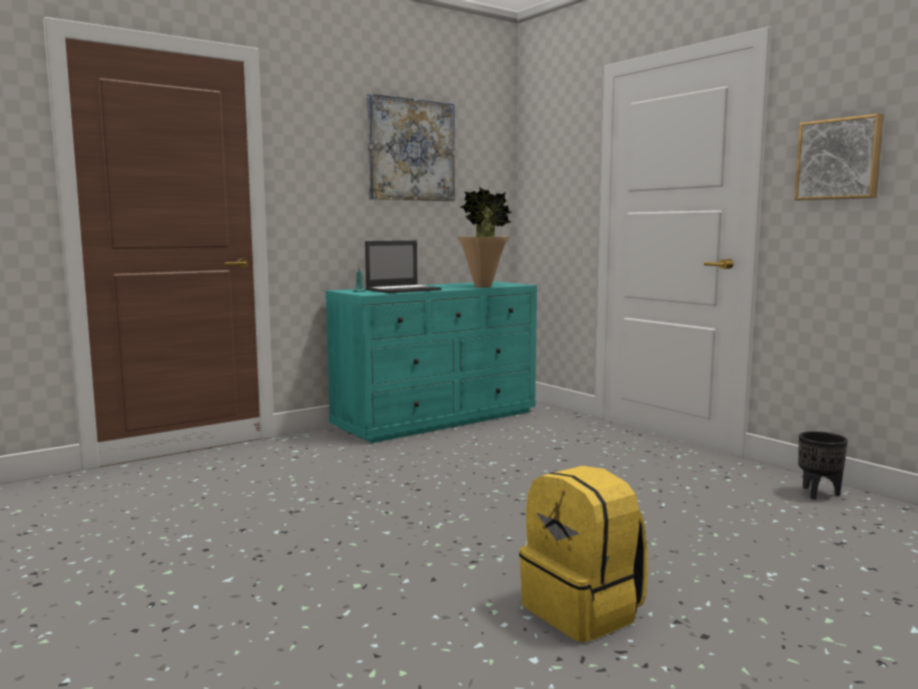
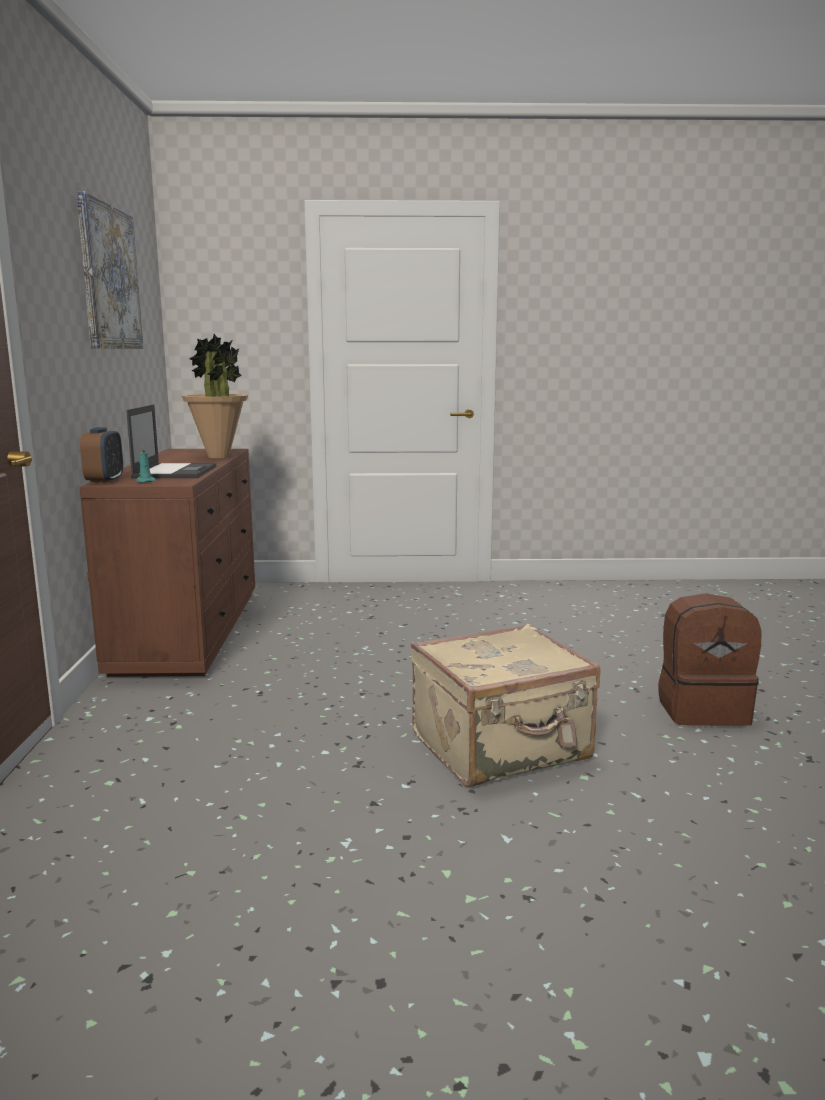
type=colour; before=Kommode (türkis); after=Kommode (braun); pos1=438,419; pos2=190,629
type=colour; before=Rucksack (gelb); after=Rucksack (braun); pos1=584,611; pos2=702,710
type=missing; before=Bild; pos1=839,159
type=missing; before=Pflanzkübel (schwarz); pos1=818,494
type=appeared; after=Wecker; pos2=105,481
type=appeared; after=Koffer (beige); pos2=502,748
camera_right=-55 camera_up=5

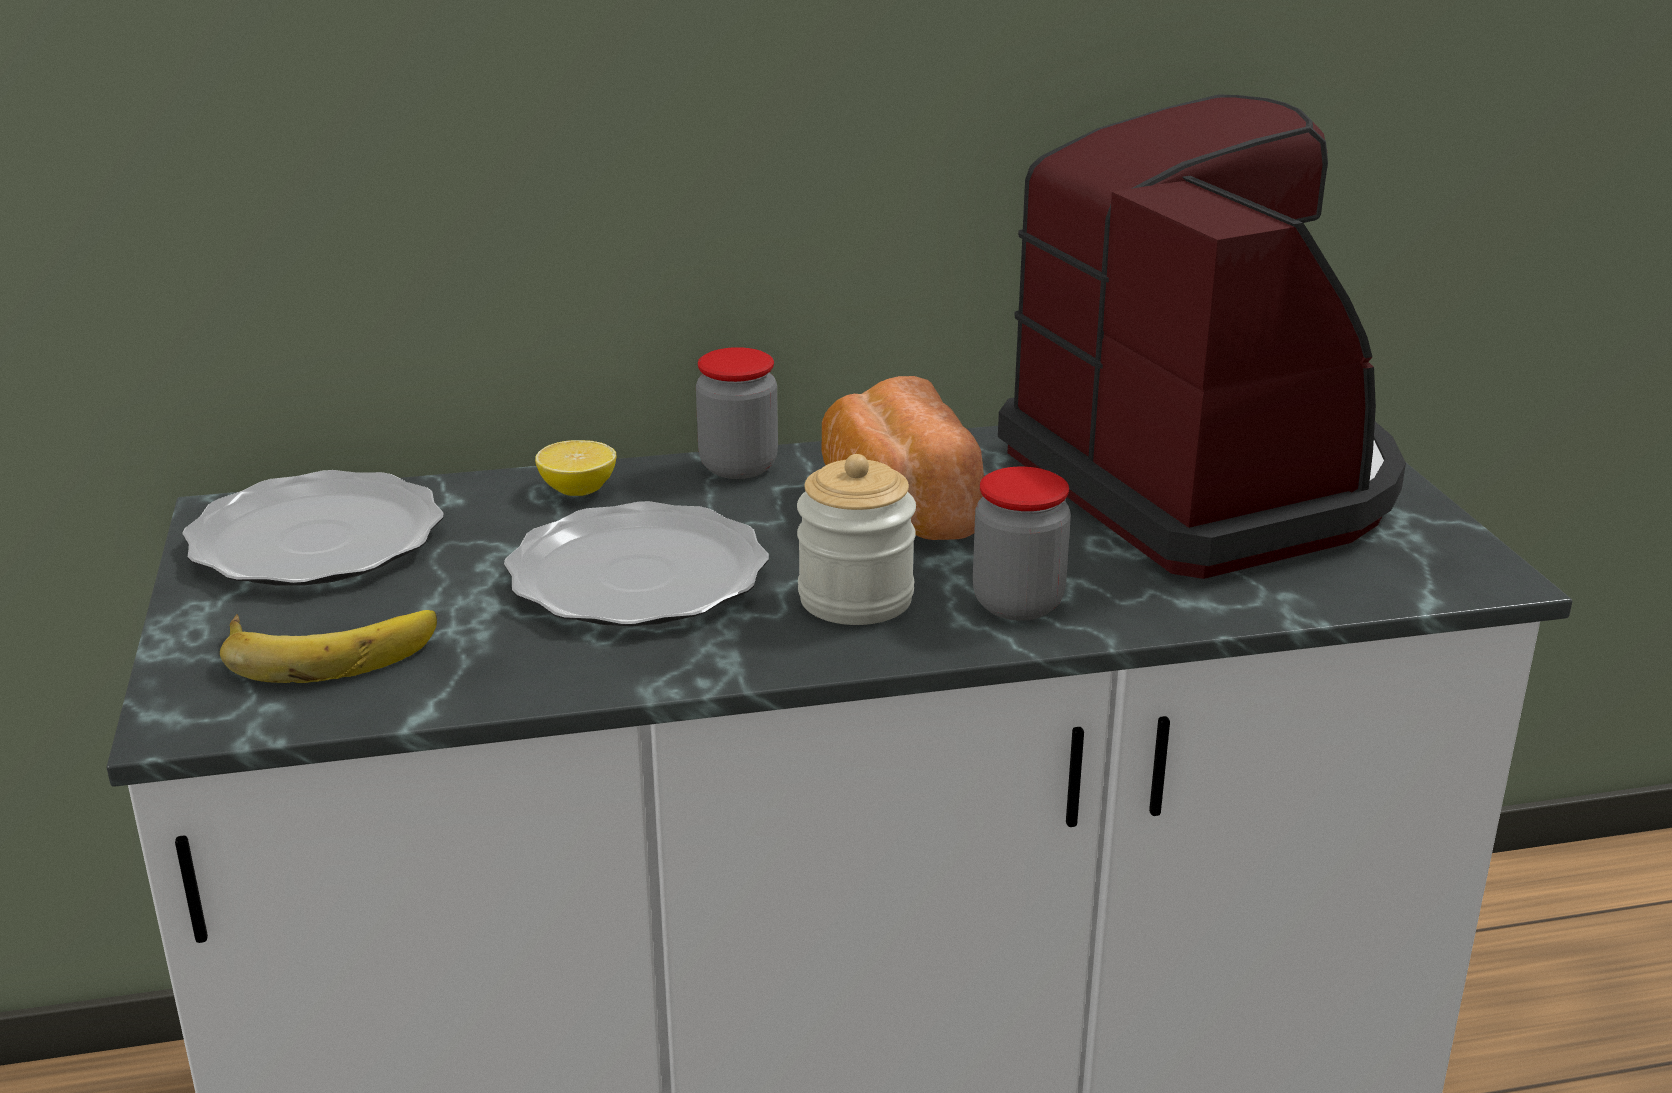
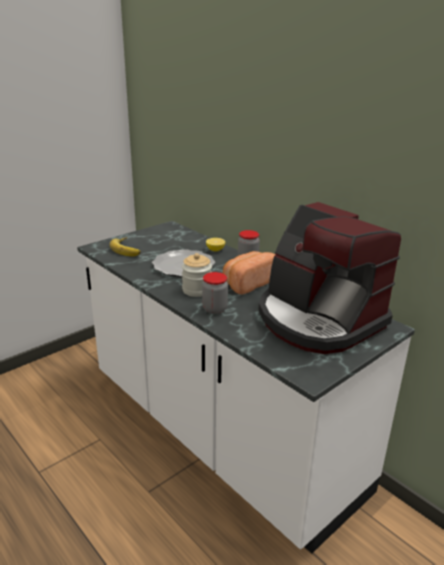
type=missing; before=Teller; pos1=318,539
type=spun; before=Kaffeemaschine; pos1=1204,482; pos2=318,320; turn=105
camera_right=60 camera_up=0

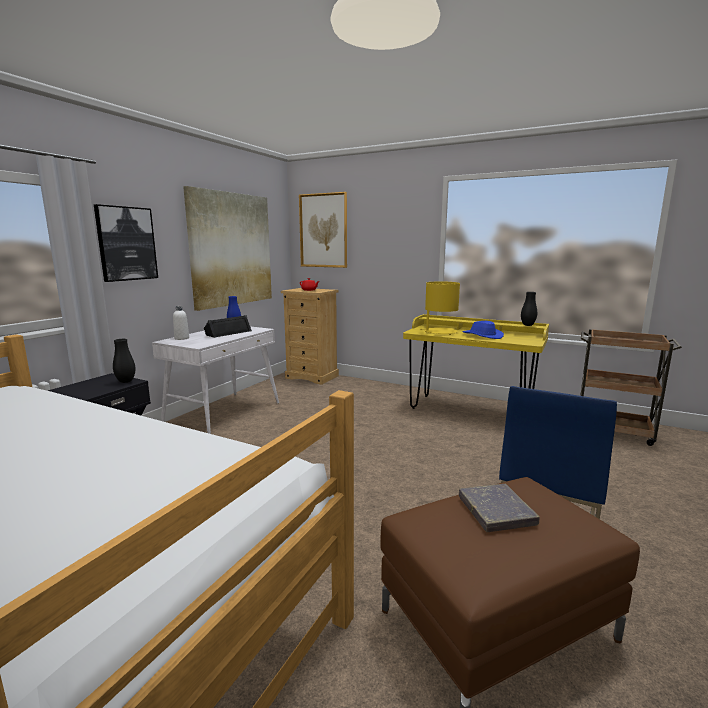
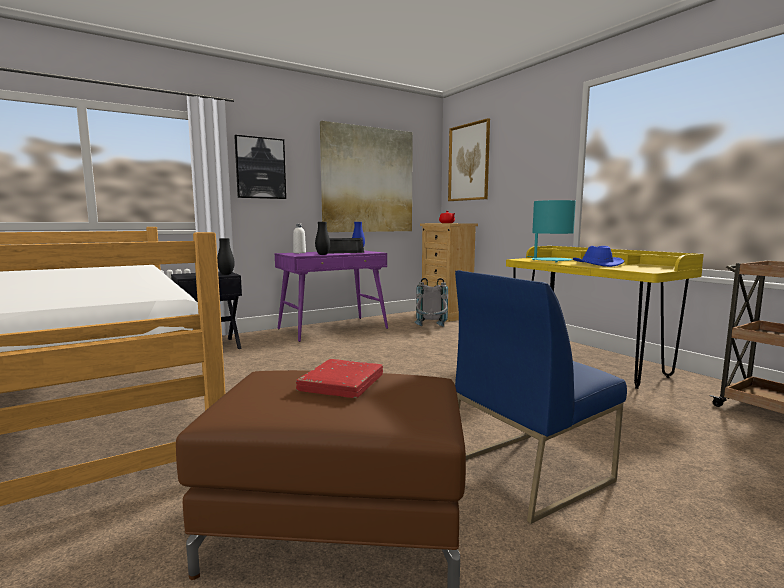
type=colour; before=Schreibtisch (weiß); after=Schreibtisch (lila); pos1=224,413; pos2=333,329
type=colour; before=Tischlampe (gelb); after=Tischlampe (türkis); pos1=440,332; pos2=550,260
type=colour; before=Buch (grau); after=Buch (rot); pos1=496,511; pos2=342,383
type=relocated; before=Vase (schwarz); pos1=527,325; pos2=323,254
type=appeared; after=Rucksack (grau); pos2=431,328
camera_right=30 camera_up=-5

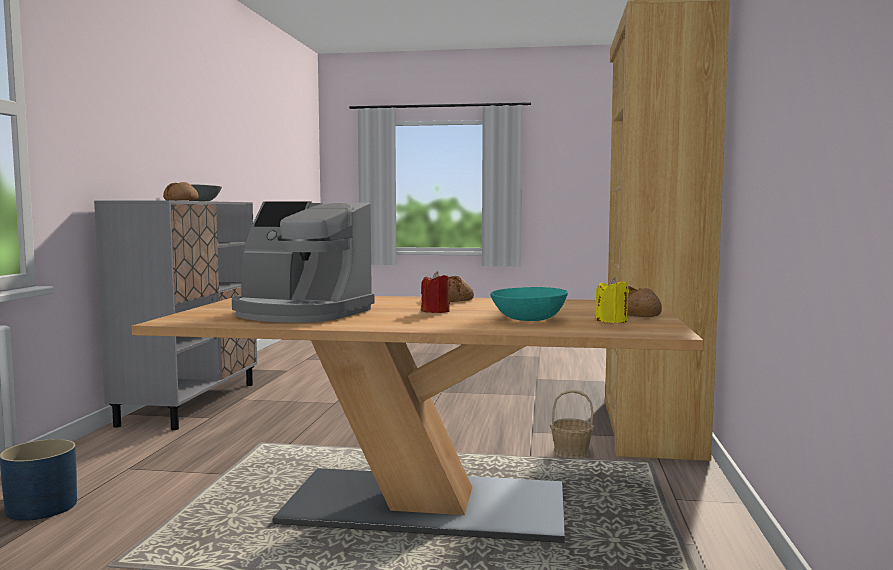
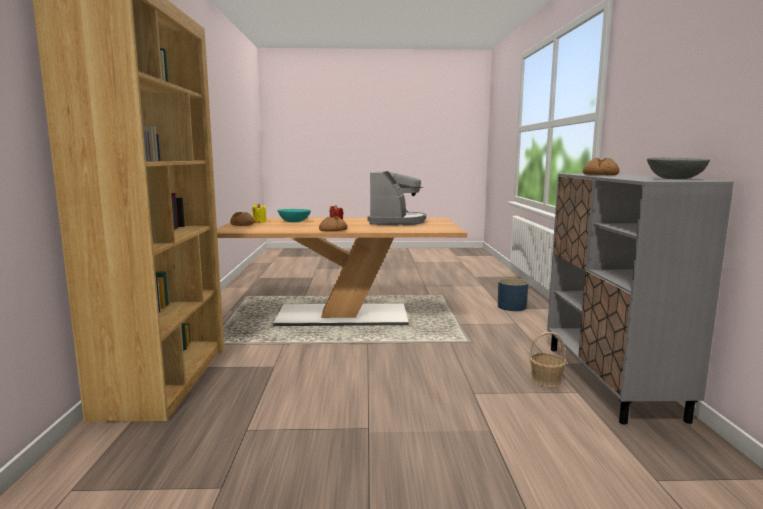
type=spun; before=Kaffeemaschine; pos1=300,313; pos2=396,222; turn=90
type=relocated; before=Korb; pos1=571,452; pos2=546,381
camera_right=170 camera_up=5

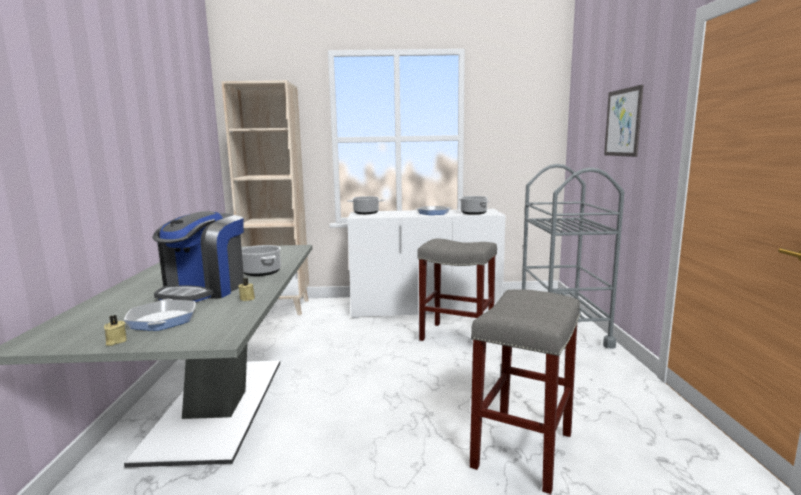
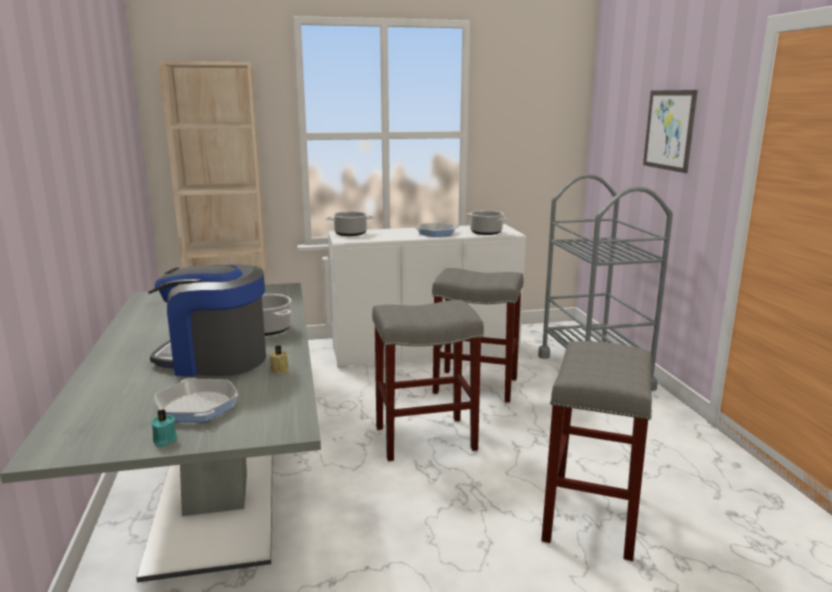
type=colour; before=Kerze (beige); after=Kerze (türkis); pos1=115,341; pos2=164,440
type=spun; before=Kaffeemaschine; pos1=204,290; pos2=214,359; turn=90
type=appeared; after=Hocker (grau); pos2=426,438
camera_right=-10 camera_up=5

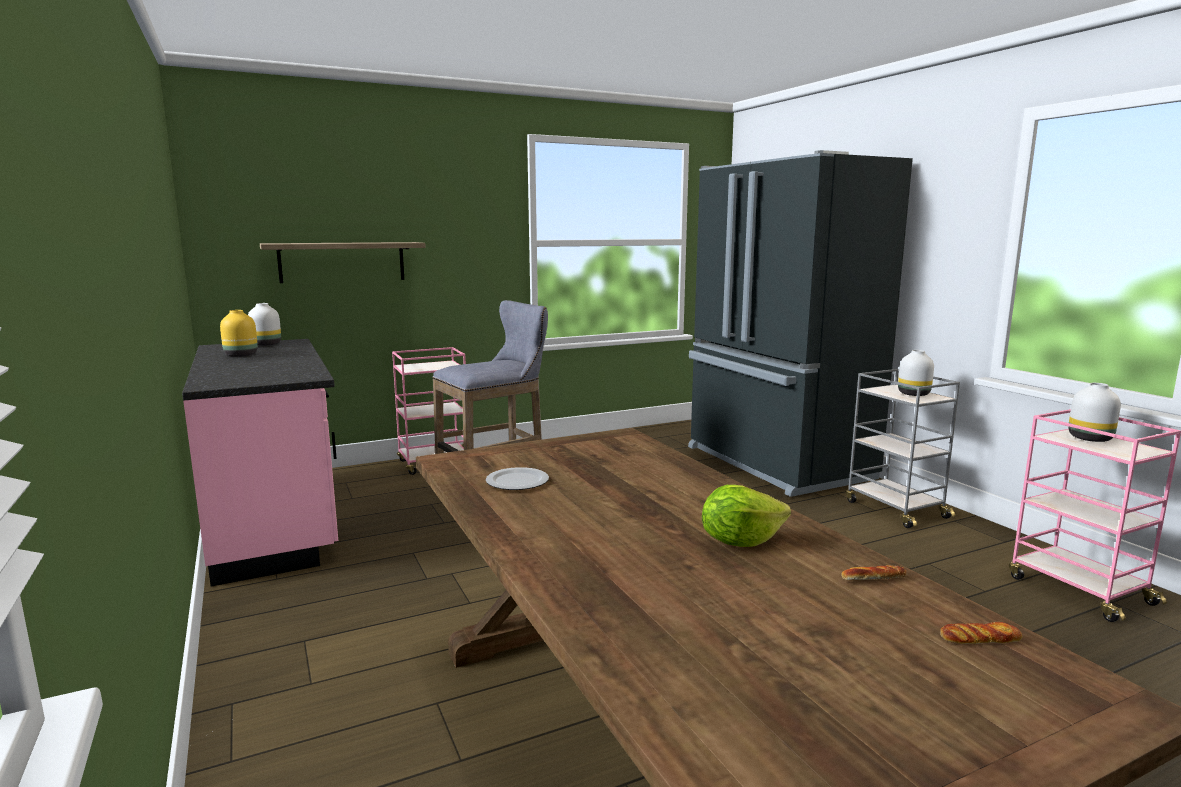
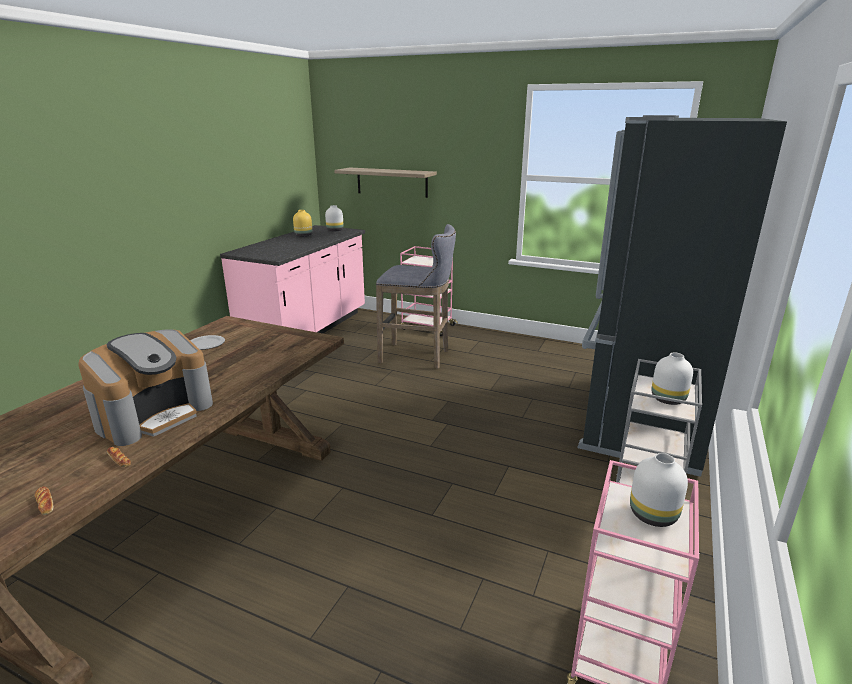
type=exchanged; before=Salatkopf; after=Kaffeemaschine; pos1=740,541; pos2=154,414
camera_right=50 camera_up=10

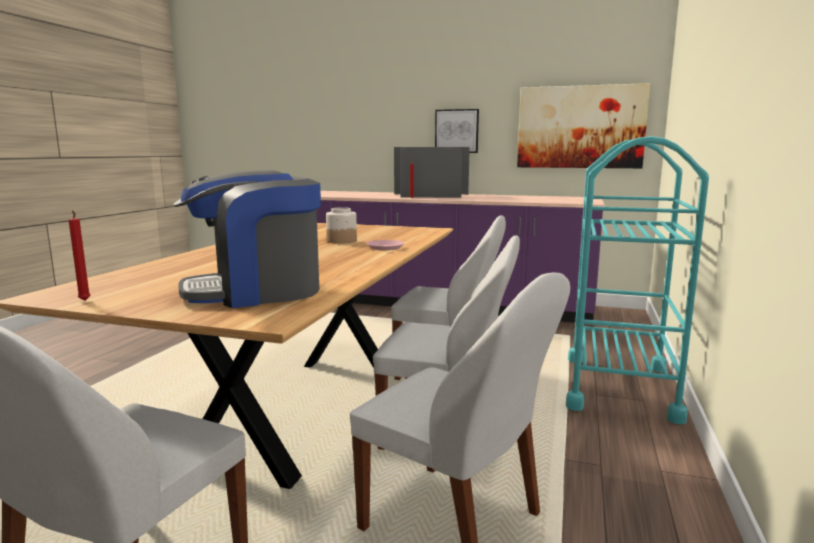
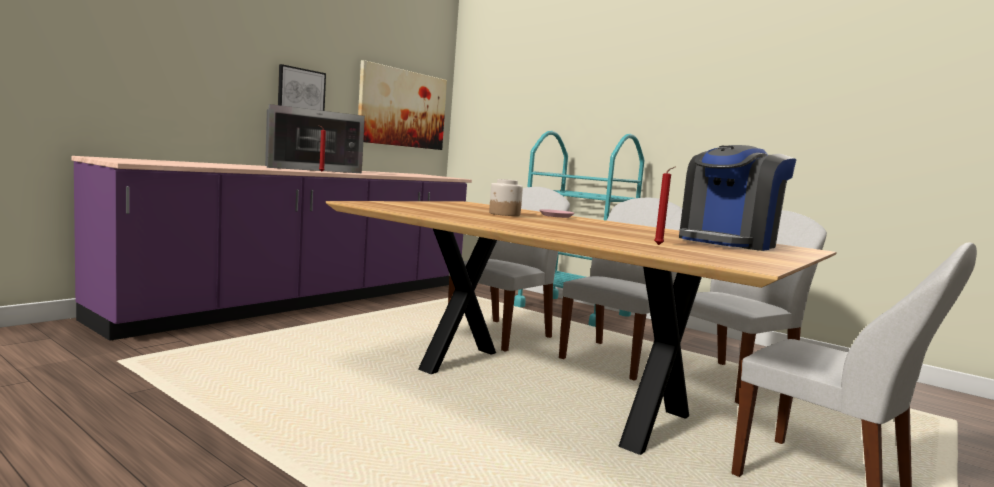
type=relocated; before=Kerze (rot); pos1=84,301; pos2=660,245
type=spun; before=Kaffeemaschine; pos1=256,292; pos2=728,243; turn=45
type=spun; before=Mikrowelle; pos1=430,195; pos2=308,169; turn=-150
camera_right=-70 camera_up=-5

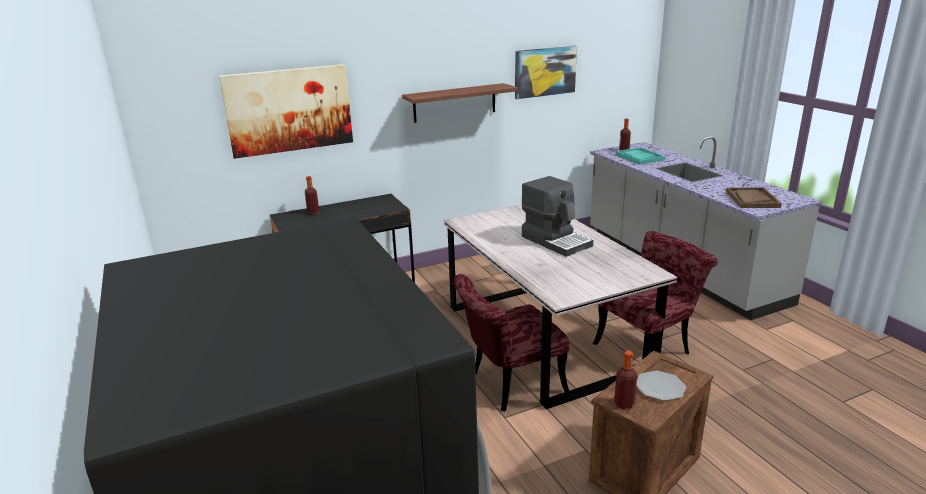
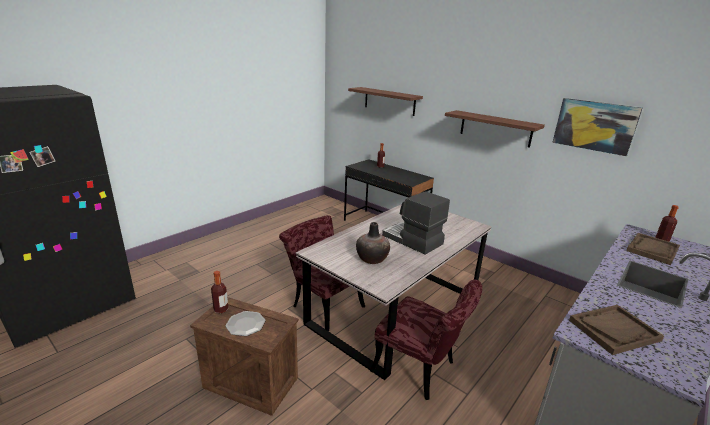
type=exchanged; before=Bild; after=Wandregal; pos1=289,110; pos2=389,101
type=spun; before=Kaffeemaschine; pos1=556,241; pos2=412,240; turn=105
type=colour; before=Tablett (türkis); after=Tablett (braun); pos1=639,157; pos2=652,249
type=appeared; after=Vase; pos2=372,259
camera_right=65 camera_up=0

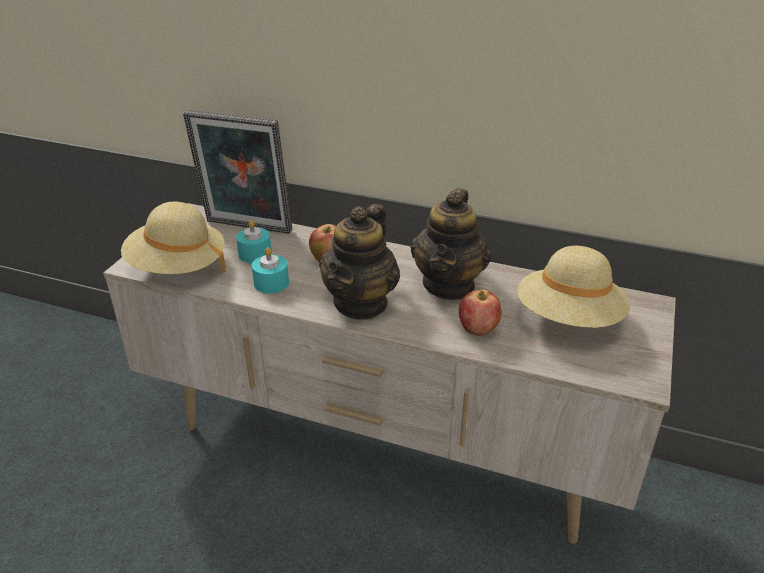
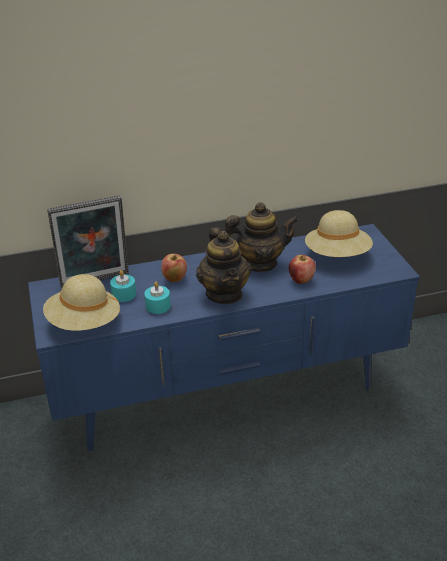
type=colour; before=Fernsehschrank (beige); after=Fernsehschrank (blau); pos1=382,449; pos2=226,398
type=spun; before=Teekanne; pos1=449,285; pos2=259,263; turn=-75
camera_right=-35 camera_up=0

